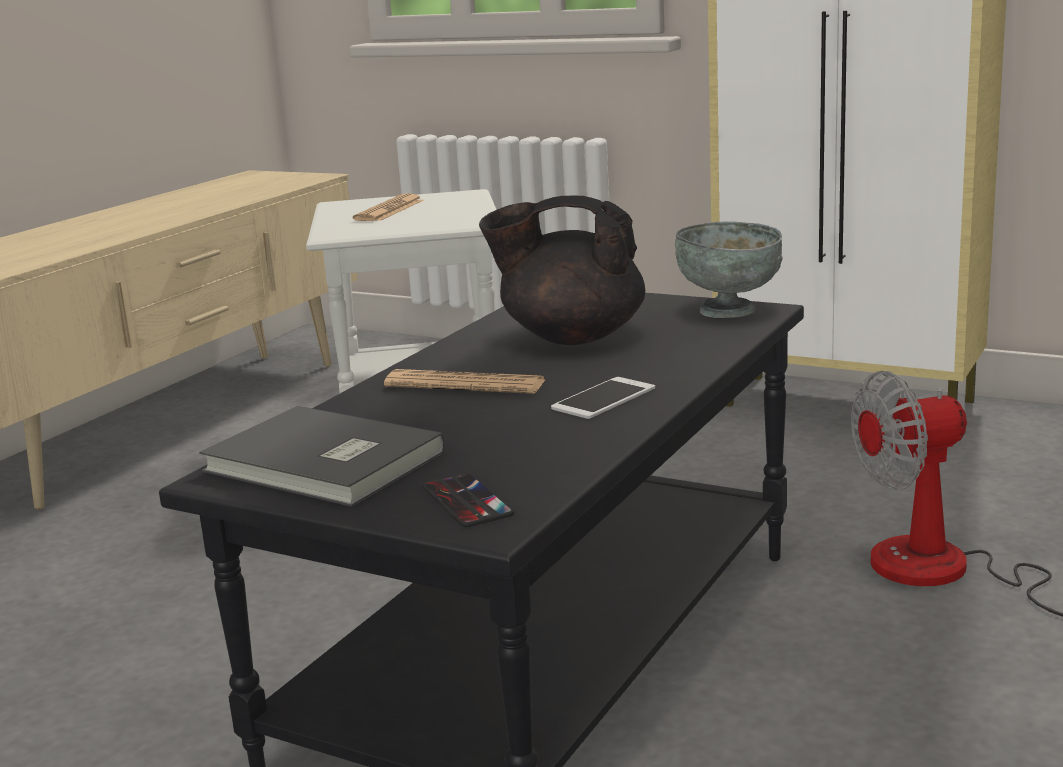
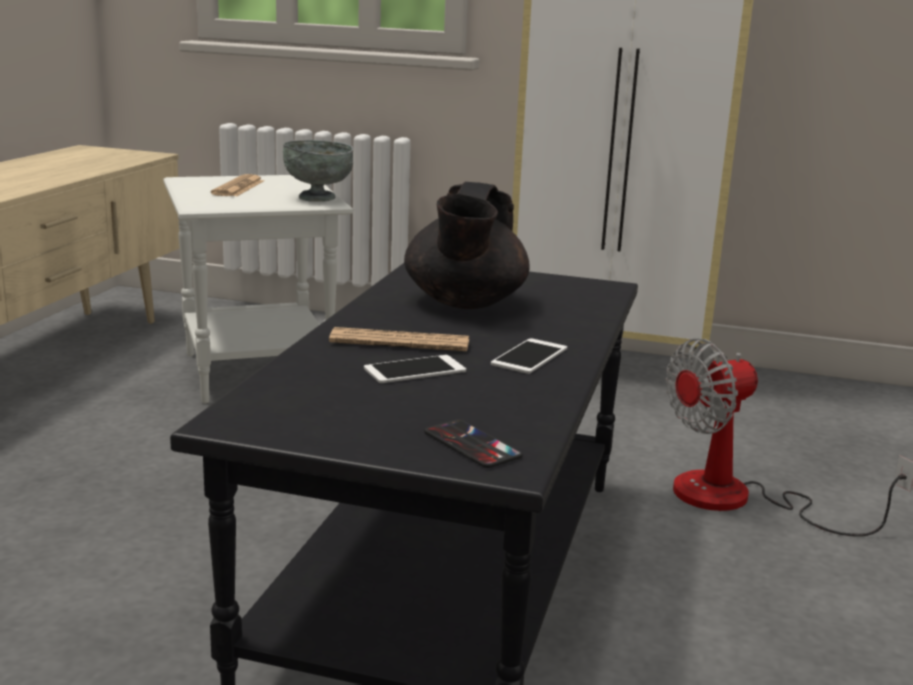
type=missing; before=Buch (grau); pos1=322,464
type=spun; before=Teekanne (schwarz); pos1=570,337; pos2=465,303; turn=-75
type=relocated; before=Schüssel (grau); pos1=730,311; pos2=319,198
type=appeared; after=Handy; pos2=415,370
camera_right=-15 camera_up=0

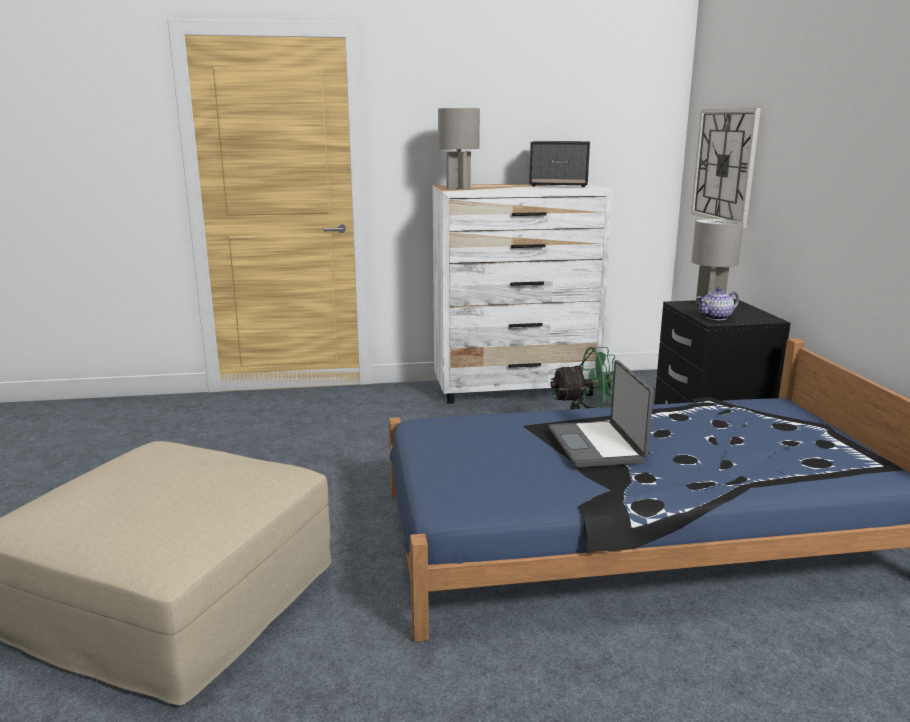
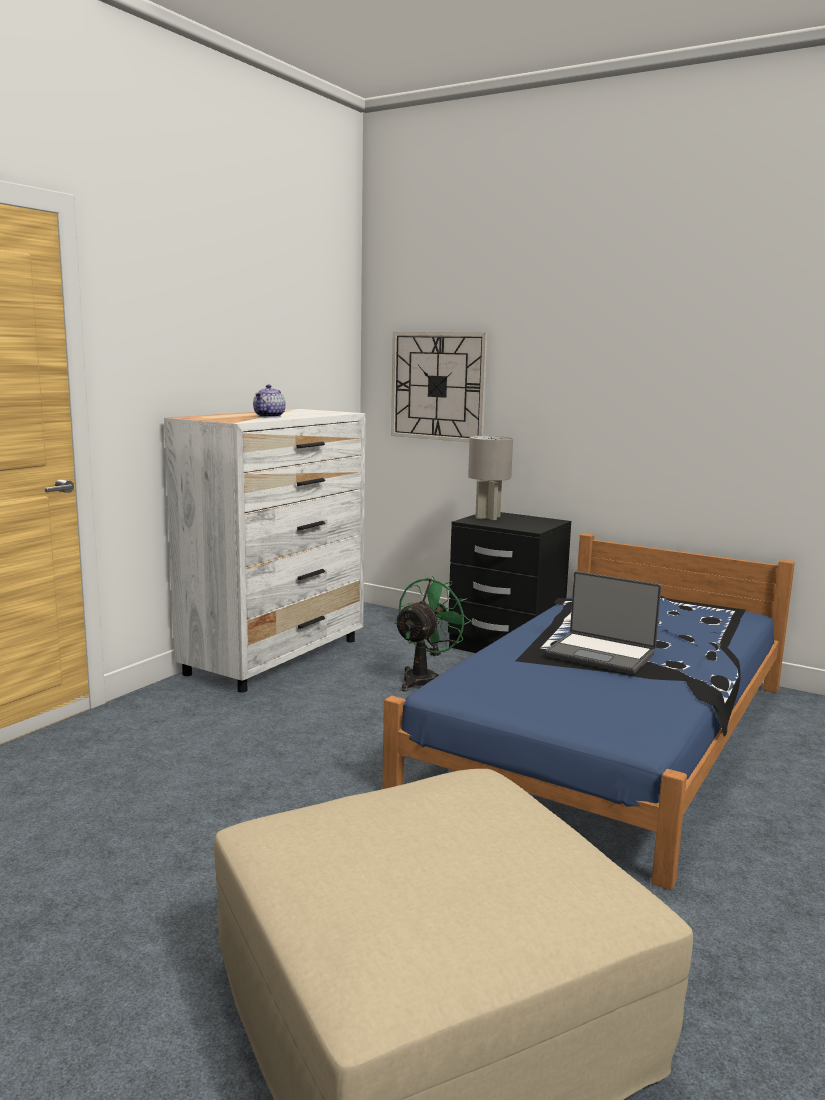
type=missing; before=Tischlampe (grau); pos1=458,188
type=missing; before=Lautsprecher; pos1=559,185
type=relocated; before=Teekanne; pos1=716,318; pos2=270,416
camera_right=-50 camera_up=-5

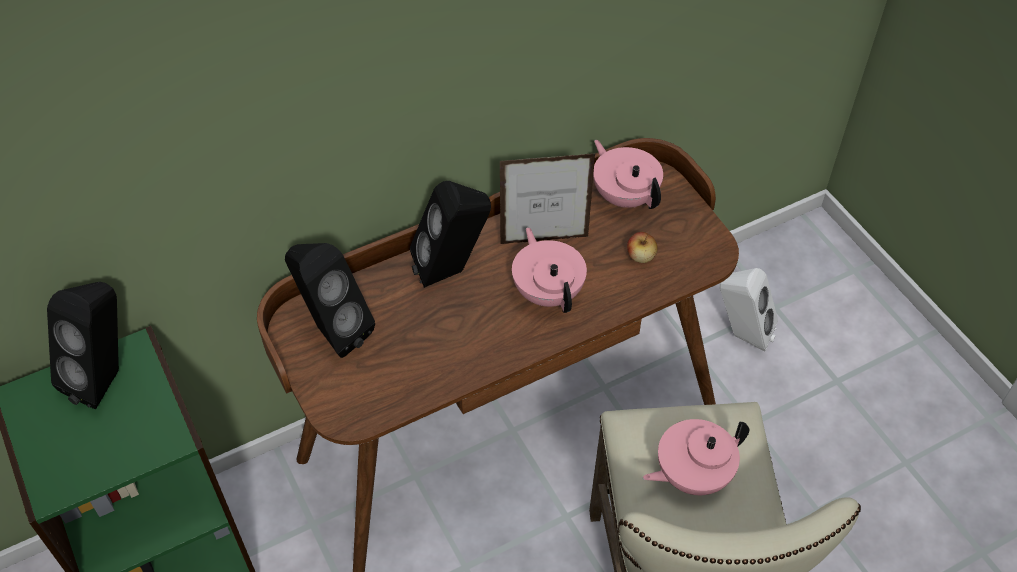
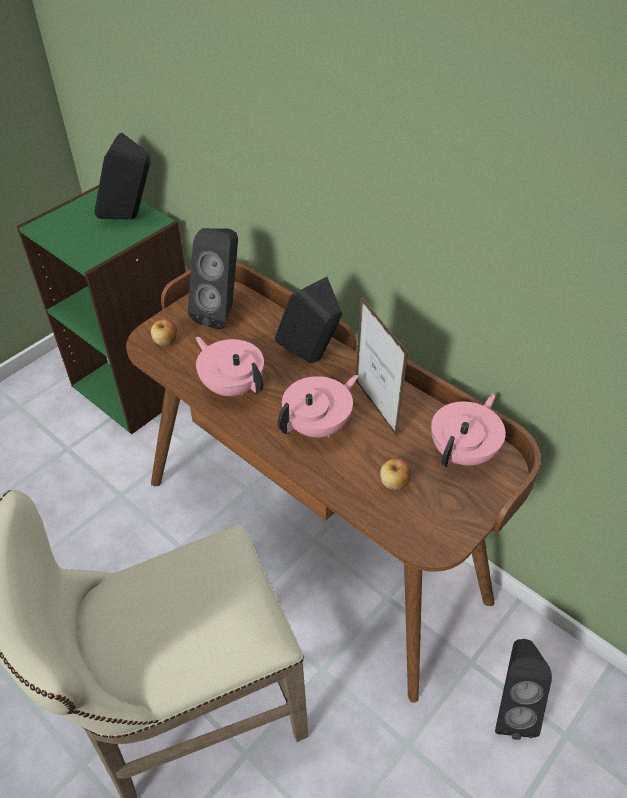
type=relocated; before=Teekanne (rosa); pos1=691,474; pos2=232,386
type=colour; before=Lautsprecher (weiß); after=Lautsprecher (schwarz); pos1=740,334; pos2=510,707
type=appeared; after=Apfel; pos2=166,341
camera_right=70 camera_up=-5

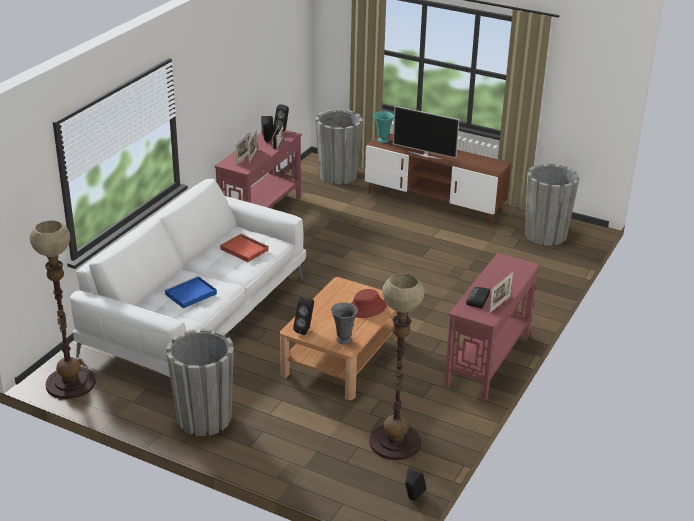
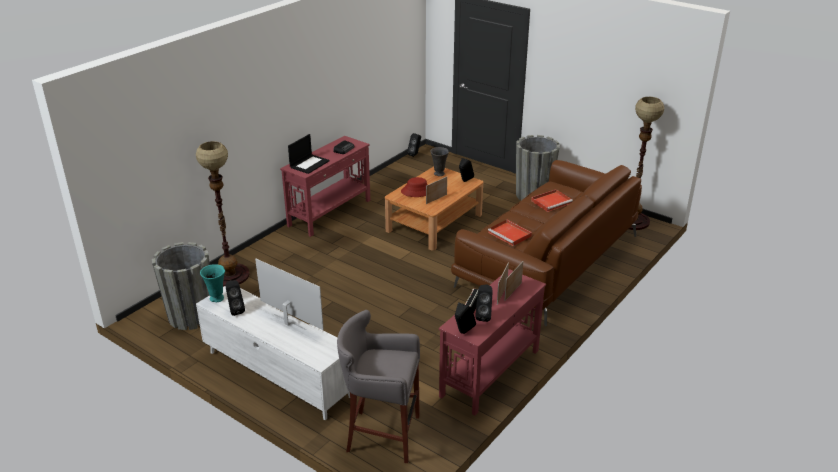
type=colour; before=Sofa (weiß); after=Sofa (braun); pos1=198,315; pos2=547,261
type=colour; before=Tablett (blau); after=Tablett (rot); pos1=190,294; pos2=552,201
type=exchanged; before=Pflanzkübel (grau); after=Hocker (grau); pos1=338,175; pos2=381,434
type=colour; before=Fernsehschrank (braun); after=Fernsehschrank (weiß); pos1=434,201; pos2=279,374
type=relocated; before=Stehlampe; pos1=395,442; pos2=230,275
type=relocated; before=Vase (türkis); pos1=382,140; pos2=217,299
type=relocated; before=Bilderrahmen; pos1=499,304; pos2=436,199
type=appeared; after=Lautsprecher (schwarz); pos2=235,310
type=appeared; after=Laptop; pos2=309,164
camera_right=-170 camera_up=0

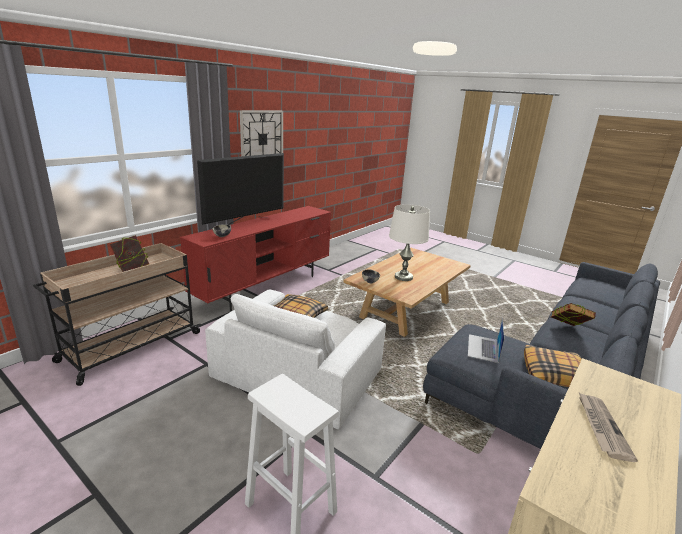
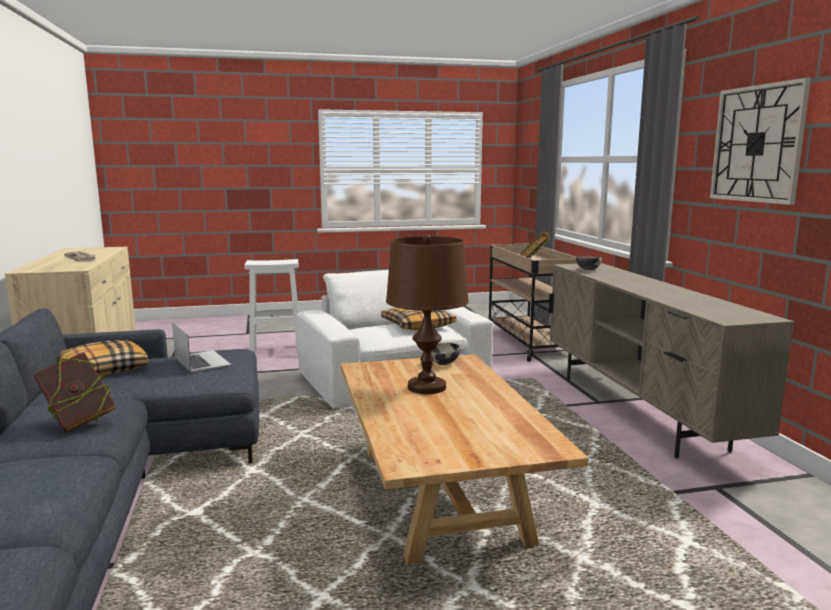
type=colour; before=Fernsehschrank (rot); after=Fernsehschrank (beige); pos1=266,288; pos2=638,411
type=missing; before=Fernseher; pos1=245,223
type=colour; before=Tischlampe (weiß); after=Tischlampe (braun); pos1=403,277; pos2=426,387
camera_right=130 camera_up=-10

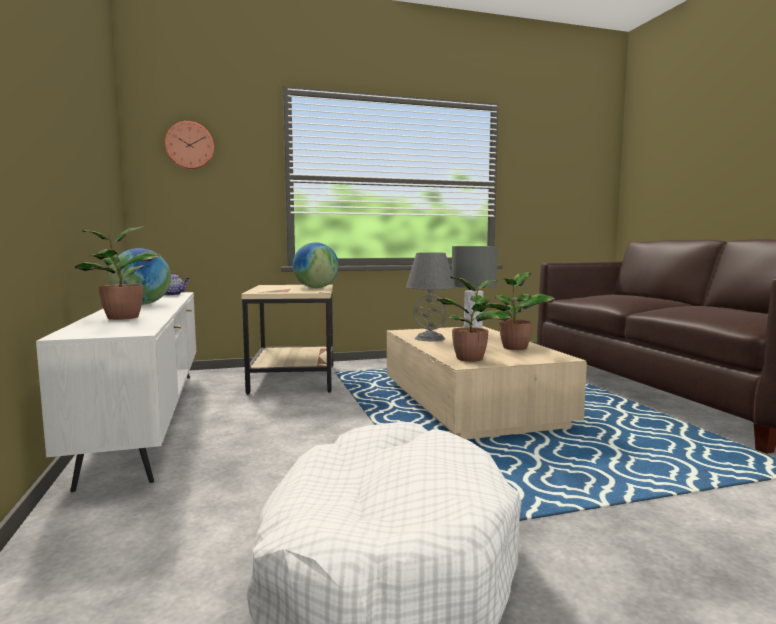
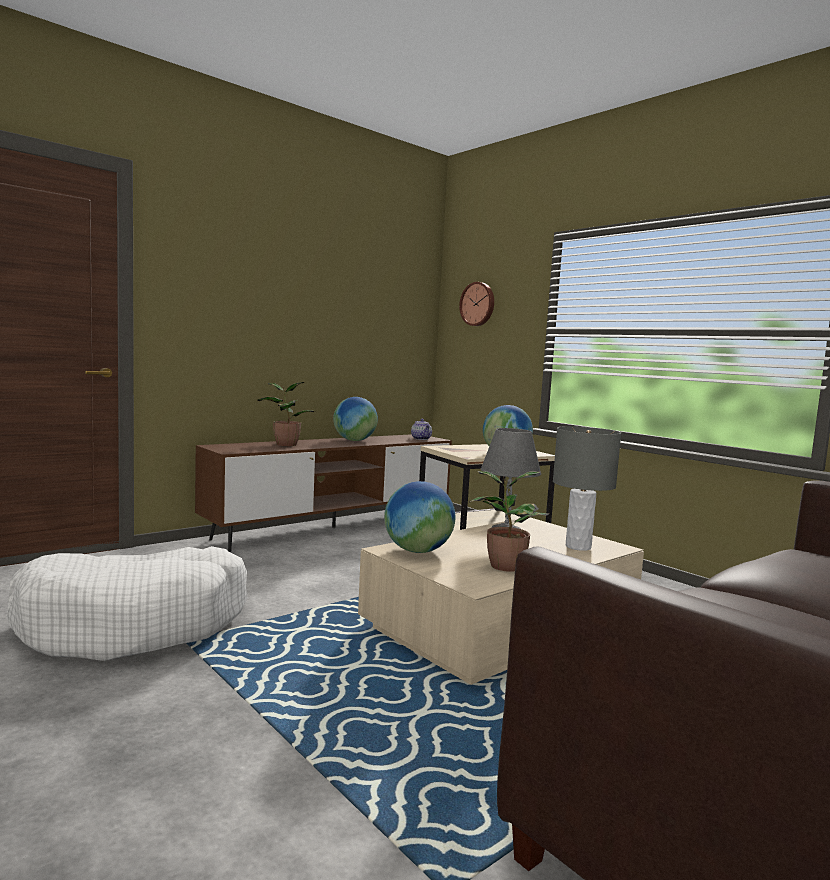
type=colour; before=Fernsehschrank (weiß); after=Fernsehschrank (braun); pos1=149,418; pos2=334,527
type=exchanged; before=Topfpflanze; after=Globus; pos1=471,358; pos2=418,551
camera_right=65 camera_up=0

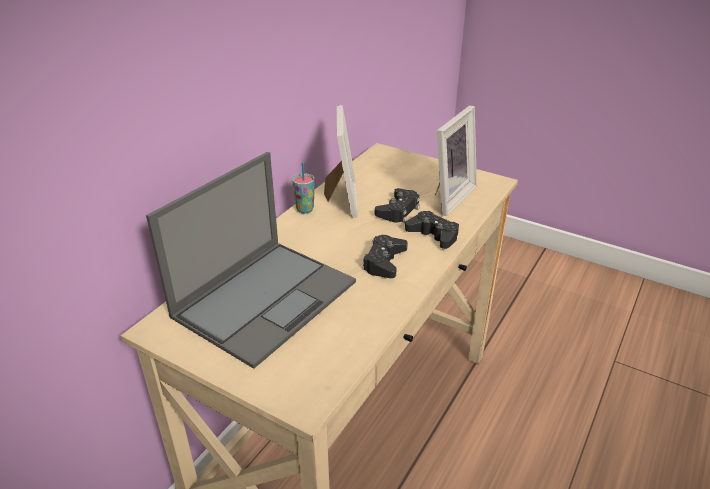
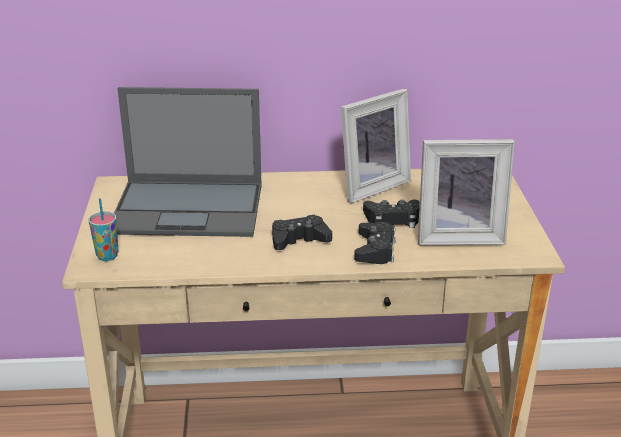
type=relocated; before=Tasse; pos1=305,209; pos2=107,256
camera_right=55 camera_up=-5

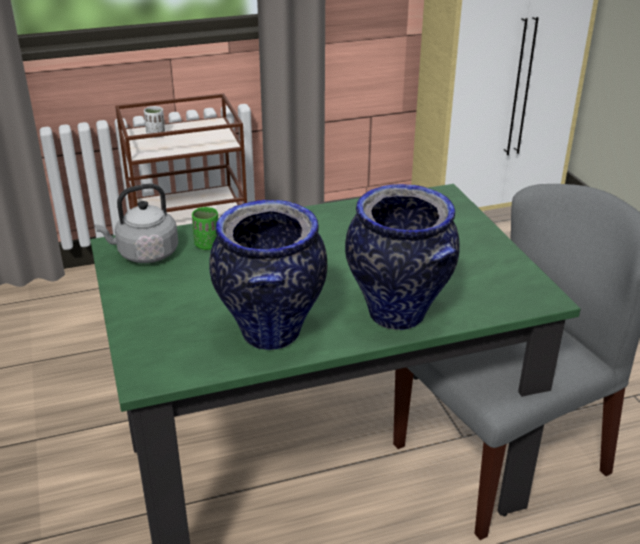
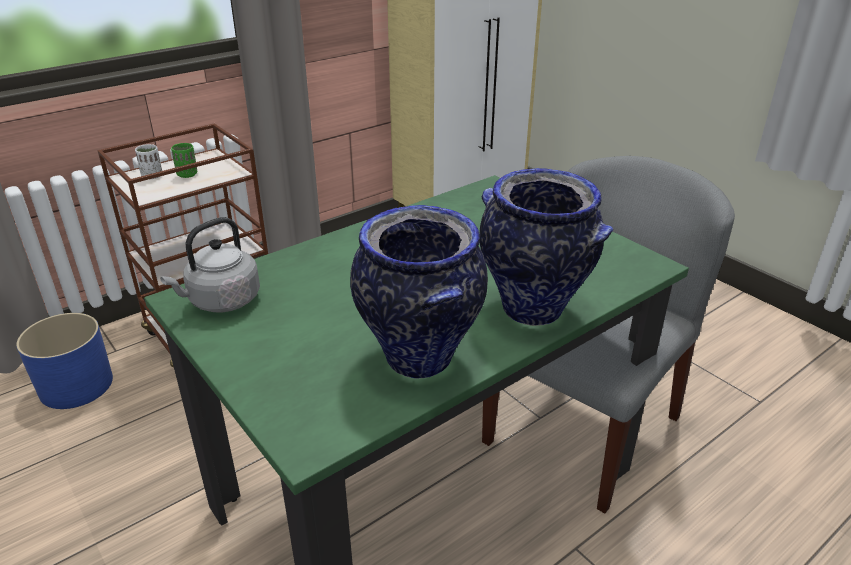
type=relocated; before=Tasse (grün); pos1=207,245; pos2=187,174
type=appeared; after=Pflanzkübel (blau); pos2=76,385
camera_right=-20 camera_up=0

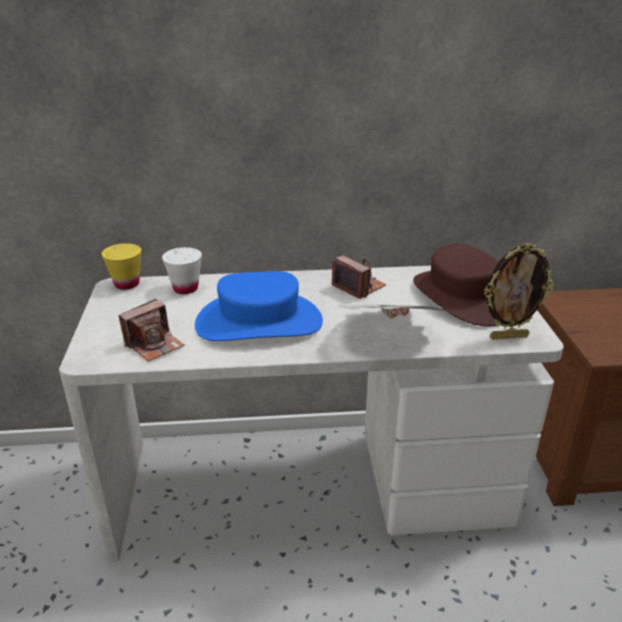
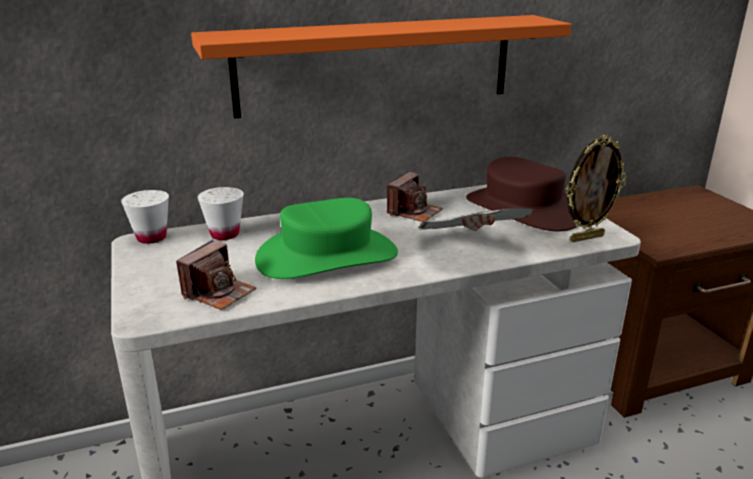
type=colour; before=Tasse (gelb); after=Tasse (weiß); pos1=127,284; pos2=151,237
type=colour; before=Hut (blau); after=Hut (grün); pos1=259,322; pos2=327,256
type=spun; before=Kamera; pos1=359,287; pos2=414,212; turn=90
type=appeared; after=Wandregal (orange); pos2=376,64
camera_right=-15 camera_up=-5

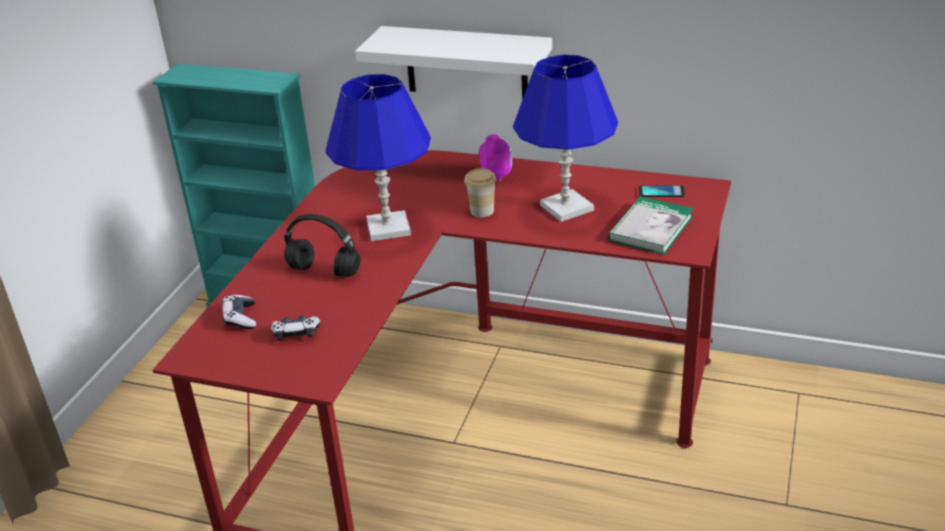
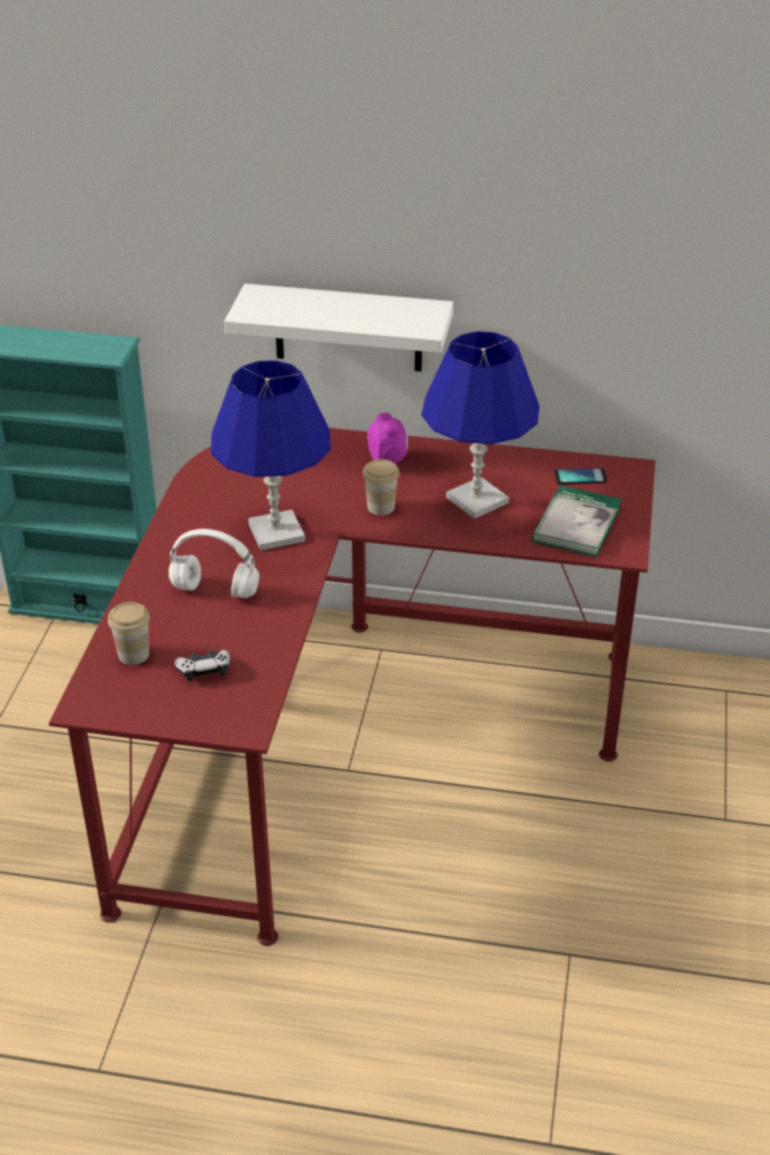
type=exchanged; before=Gamepad; after=Tasse; pos1=240,318; pos2=133,654
type=colour; before=Kopfhörer (schwarz); after=Kopfhörer (weiß); pos1=325,271; pos2=217,590
camera_right=-10 camera_up=5

